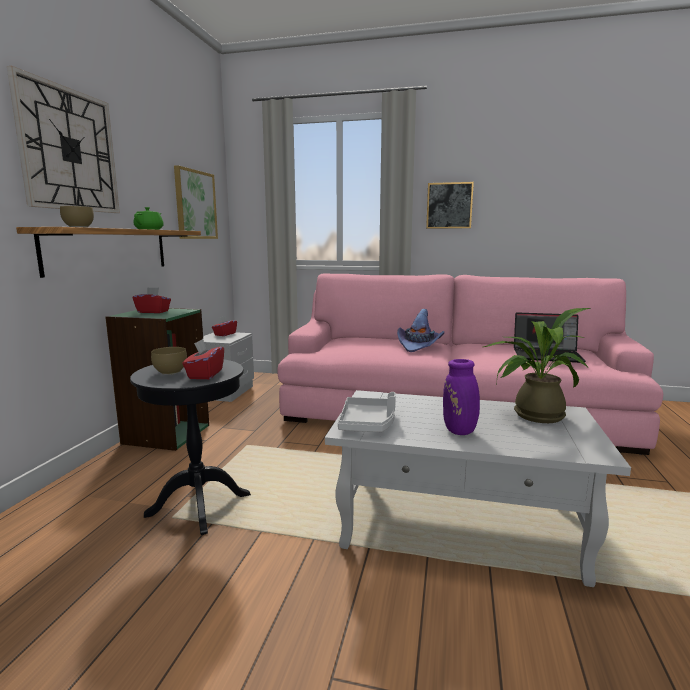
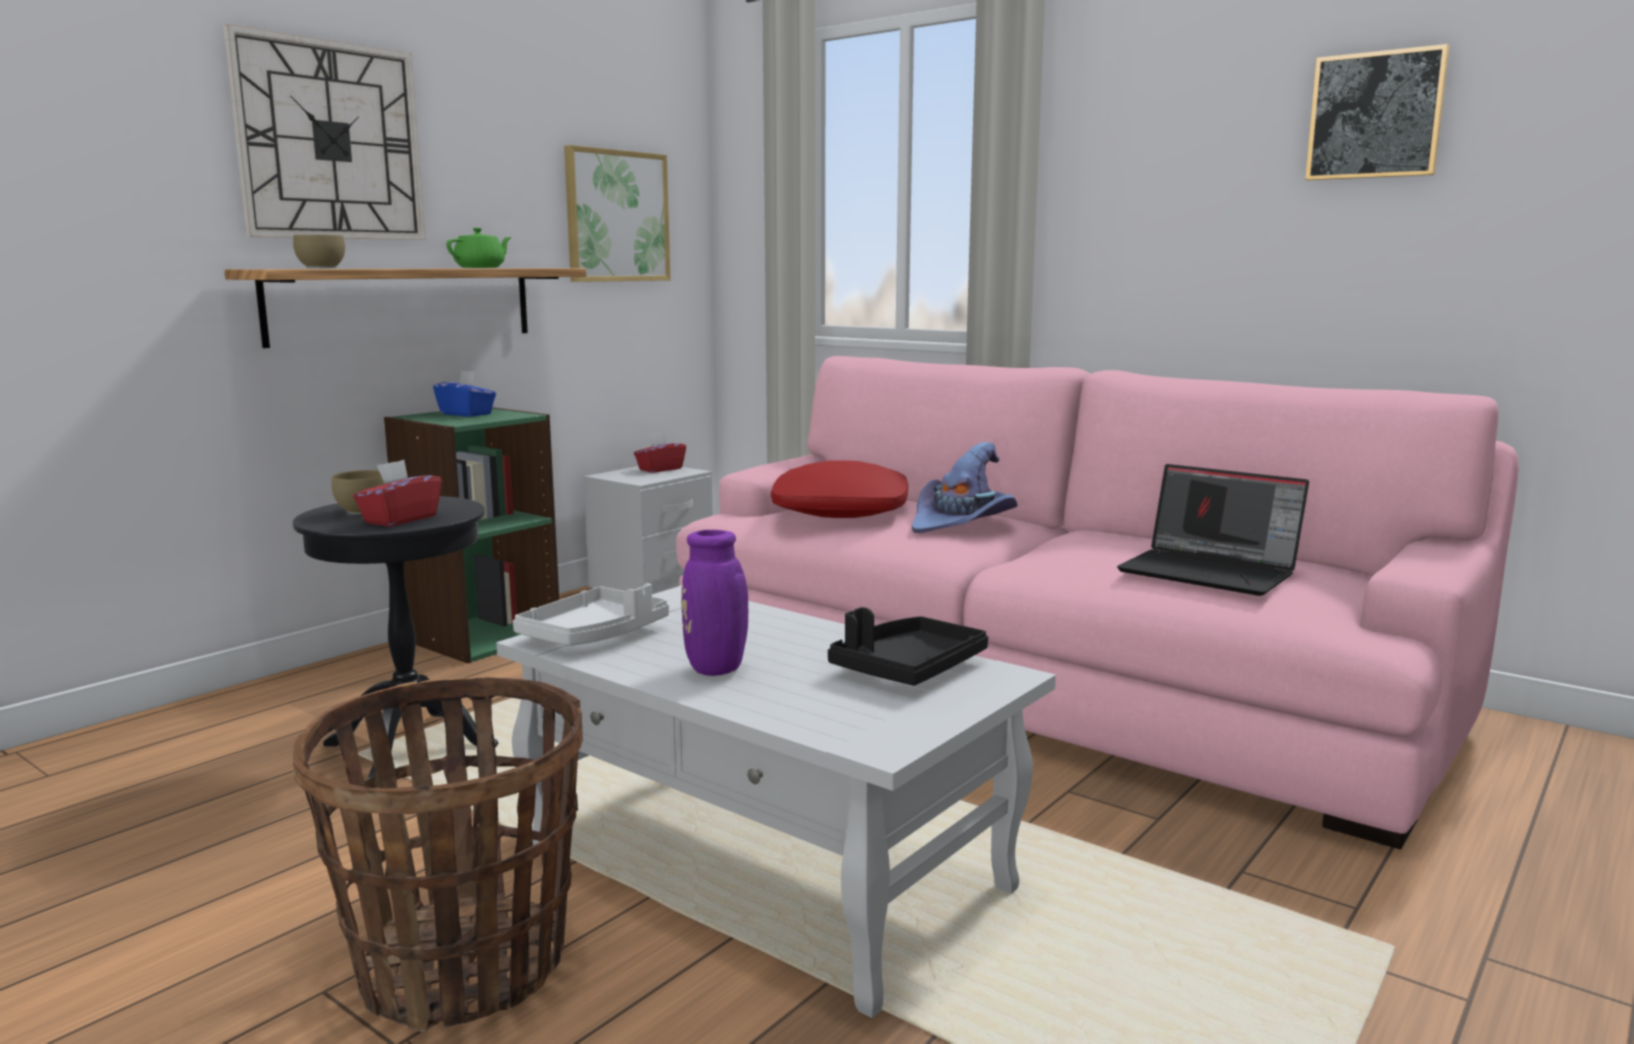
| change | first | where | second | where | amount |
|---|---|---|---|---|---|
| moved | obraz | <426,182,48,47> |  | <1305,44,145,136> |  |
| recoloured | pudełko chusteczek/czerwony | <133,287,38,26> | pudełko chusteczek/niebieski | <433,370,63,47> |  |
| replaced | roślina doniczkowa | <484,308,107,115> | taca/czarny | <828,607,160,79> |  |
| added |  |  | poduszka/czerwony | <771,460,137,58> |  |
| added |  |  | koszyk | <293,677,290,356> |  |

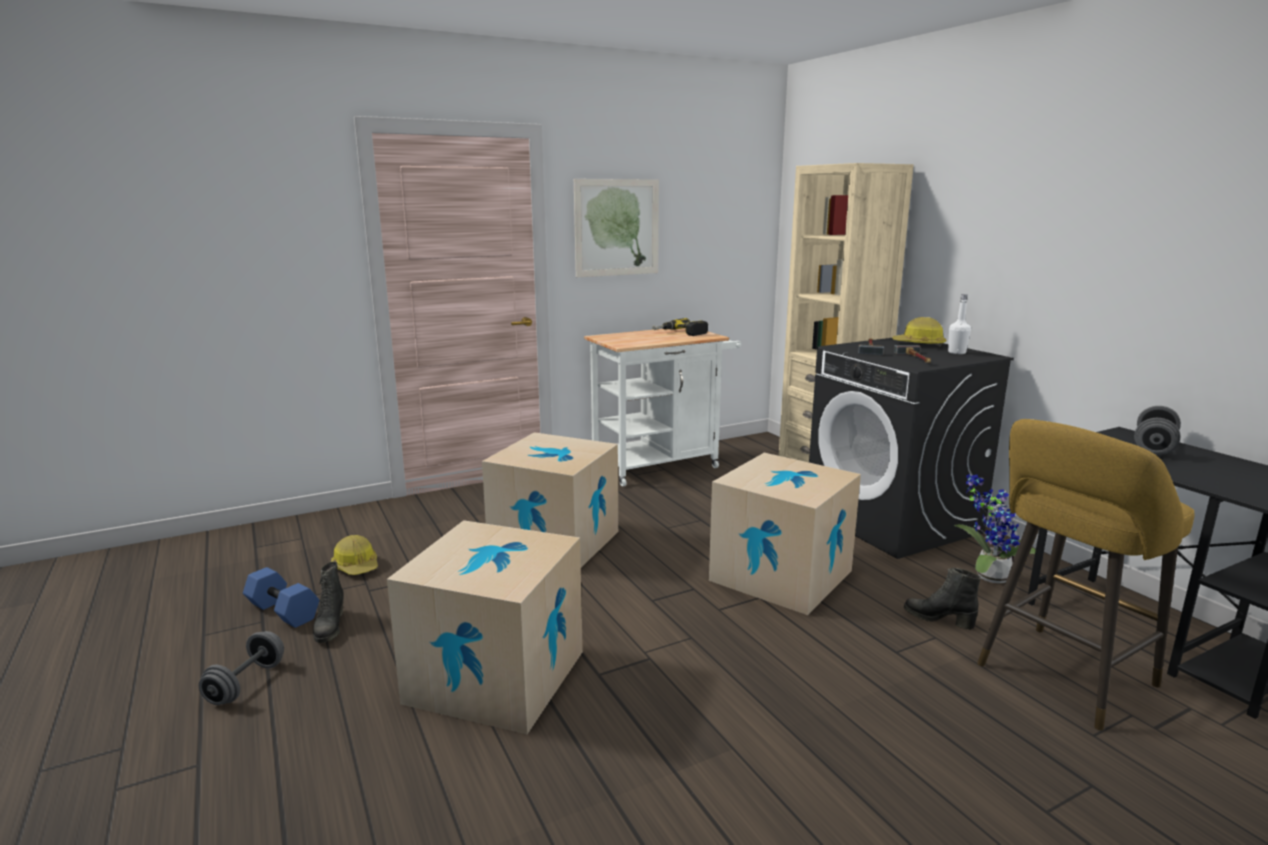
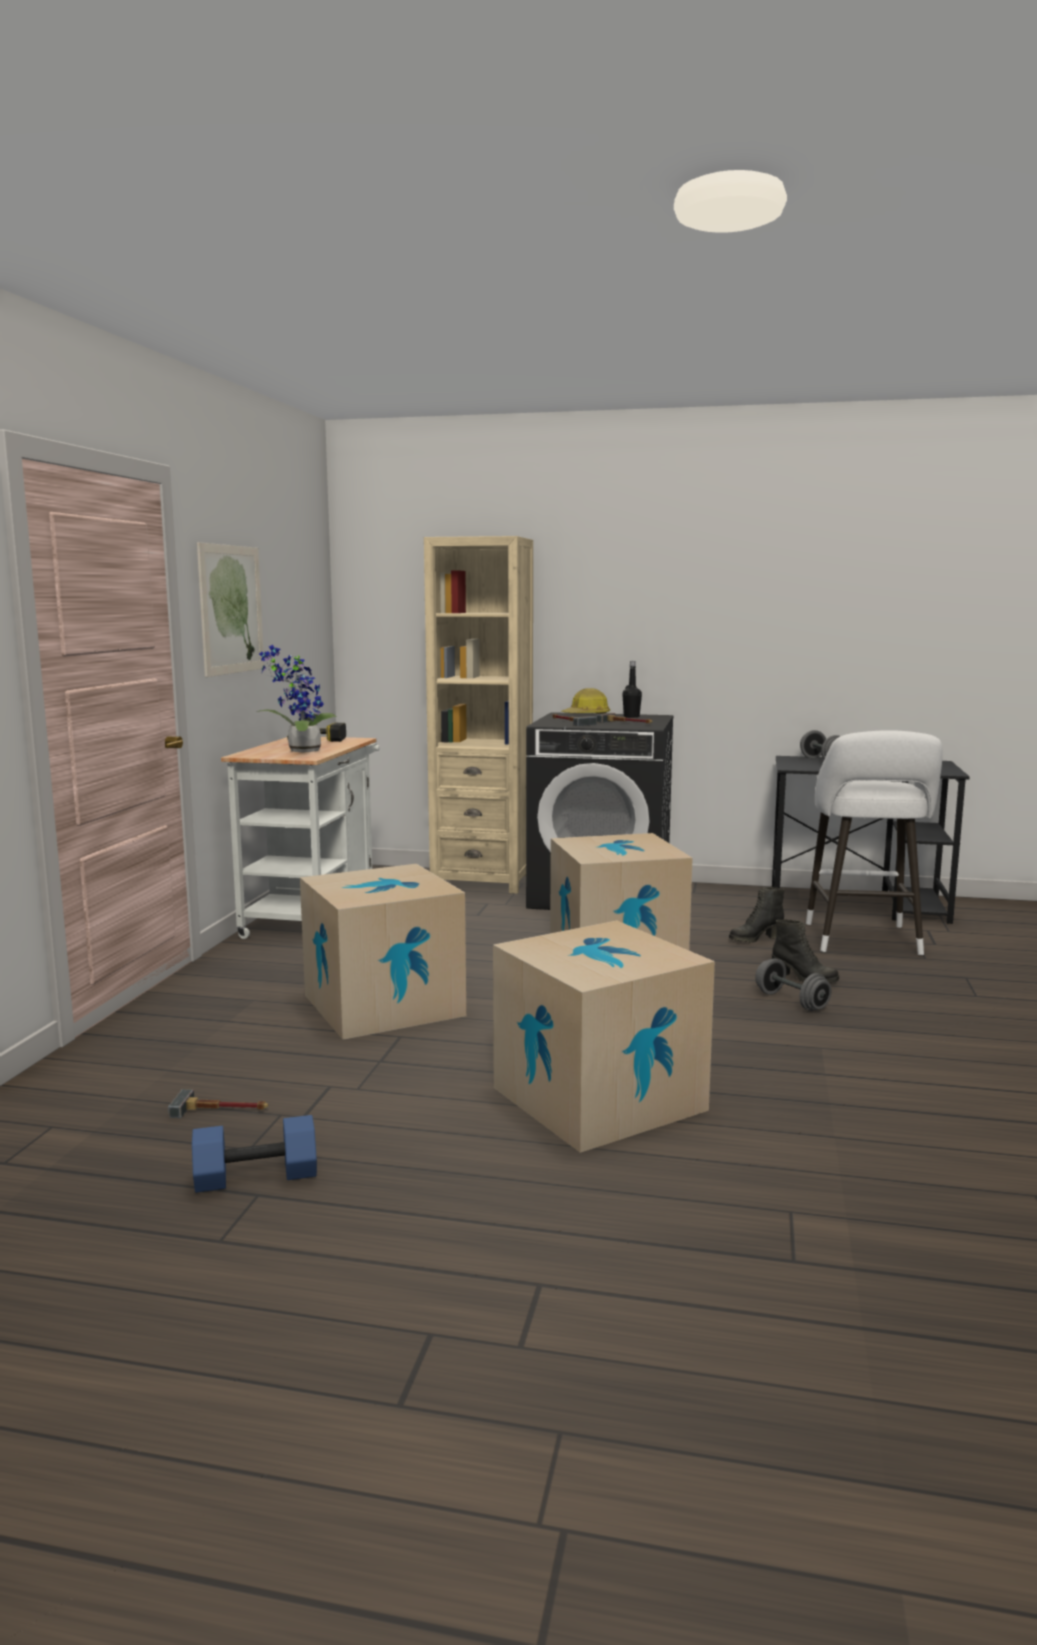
| change | first | where | second | where | amount |
|---|---|---|---|---|---|
| recoloured | butelka/biały | <948,294,23,60> | butelka/czarny | <622,661,20,57> |  |
| recoloured | stołek/żółty | <977,419,218,311> | stołek/biały | <806,730,137,225> |  |
| moved | roślina doniczkowa | <954,474,82,109> |  | <257,645,80,107> |  |
| replaced | kask | <331,535,47,40> | młotek | <168,1089,100,29> |  |
| moved | but z cholewką/czarny | <313,561,31,82> |  | <772,919,67,64> |  |
| moved | hantel/szary | <198,631,86,74> |  | <755,958,77,53> |  |

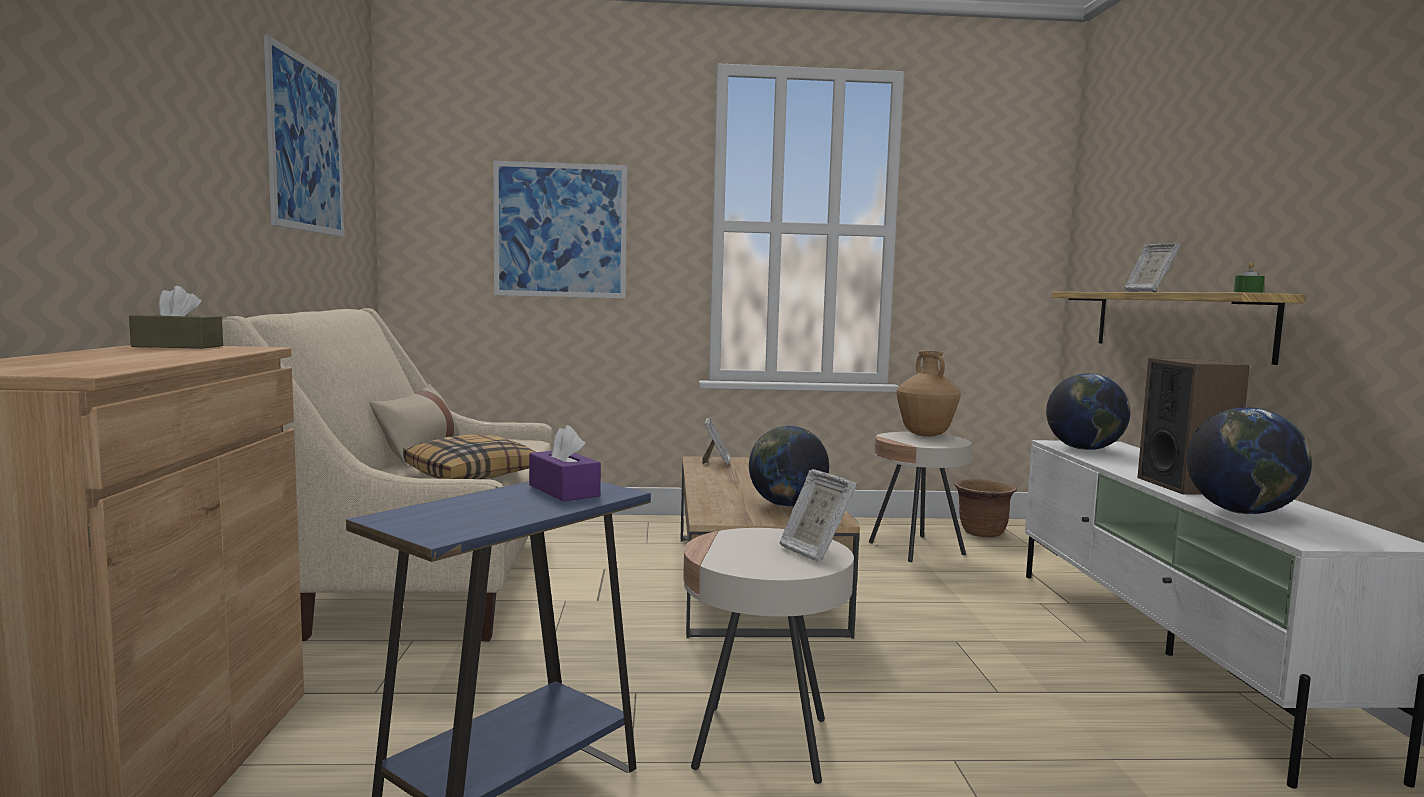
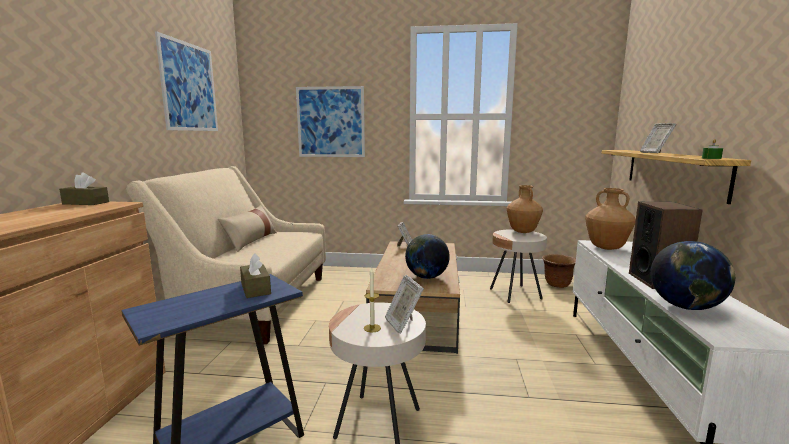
| change | first | where | second | where | amount |
|---|---|---|---|---|---|
| replaced | globus | <1046,373,84,77> | wazon/brązowy | <585,188,51,62> |  |
| recoloured | pudełko chusteczek/fioletowy | <529,425,72,76> | pudełko chusteczek/brązowy | <240,254,31,44> |  |
| removed | poduszka | <403,435,133,44> |  |  |  |
| added |  |  | świeca | <364,268,17,65> |  |

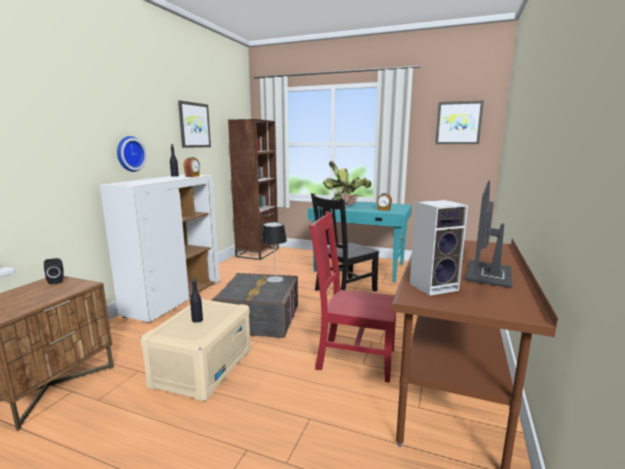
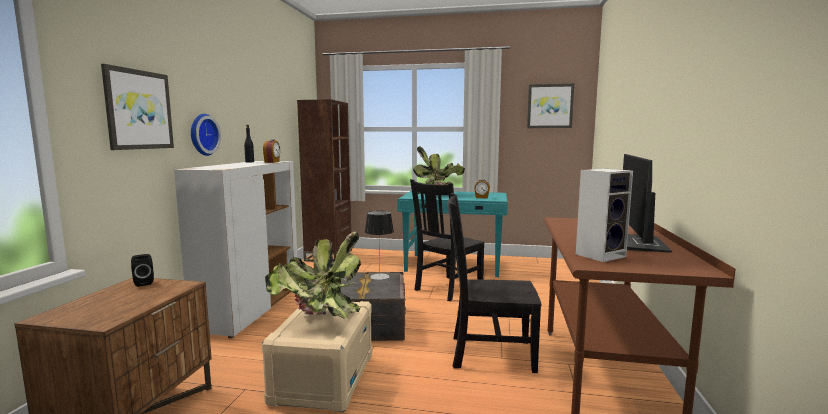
| change | first | where | second | where | amount |
|---|---|---|---|---|---|
| moved | obraz | <178,100,33,48> |  | <101,64,73,86> |  |
| recoloured | krzesło/czerwony | <309,211,87,172> | krzesło/czarny | <447,193,95,180> |  |
| replaced | butelka/czarny | <190,276,13,47> | roślina doniczkowa | <265,232,96,87> |  |

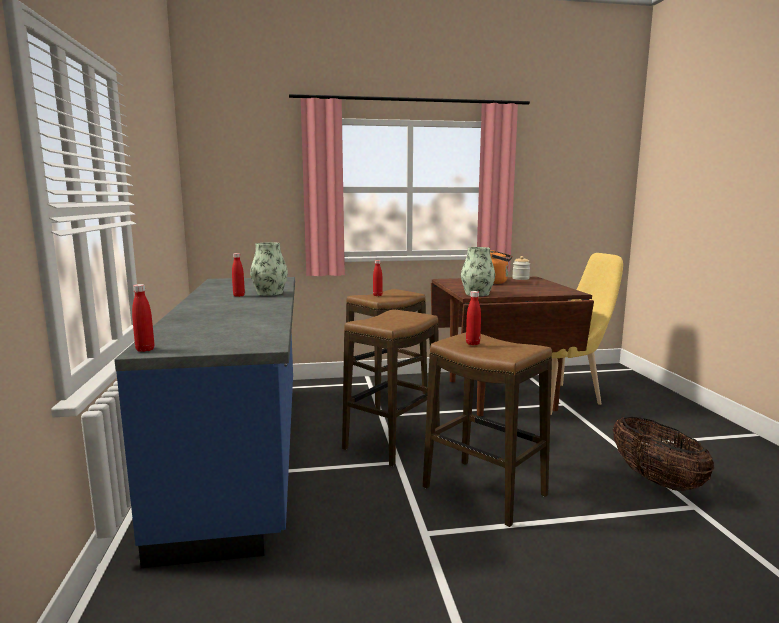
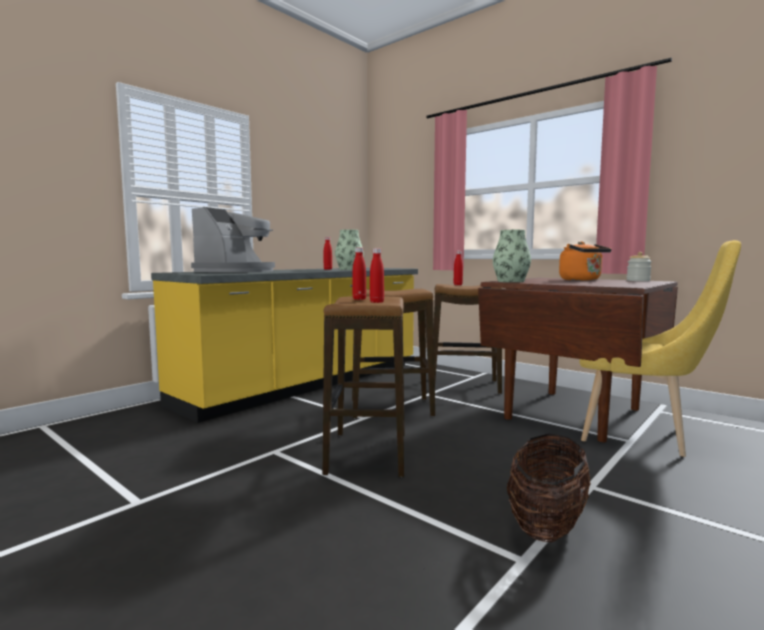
| change | first | where | second | where | amount |
|---|---|---|---|---|---|
| recoloured | zabudowa kuchenna/niebieski | <114,277,181,291> | zabudowa kuchenna/żółty | <151,268,267,155> |  |
| moved | butelka/czerwony | <132,284,22,68> |  | <370,248,14,55> |  |
| added |  |  | ekspres do kawy | <191,207,84,65> |  |

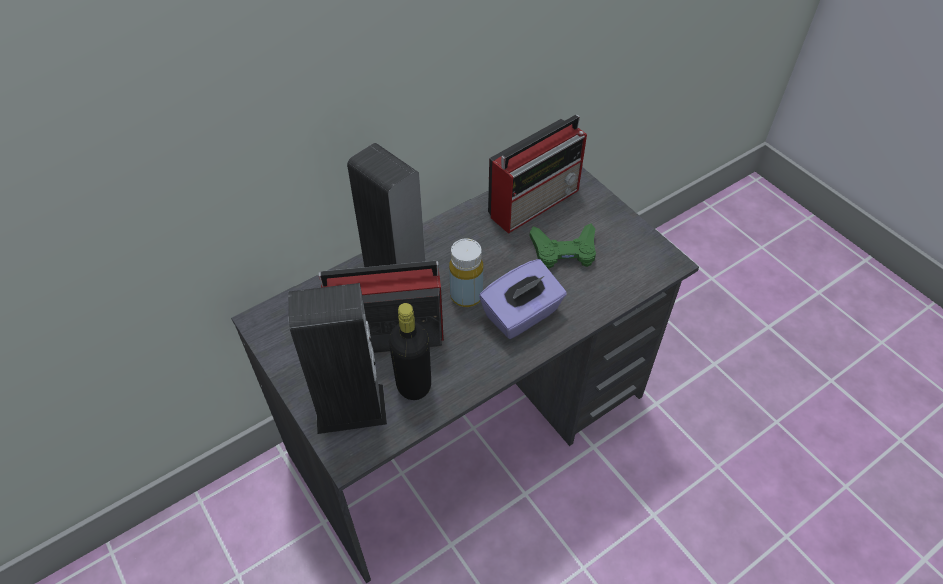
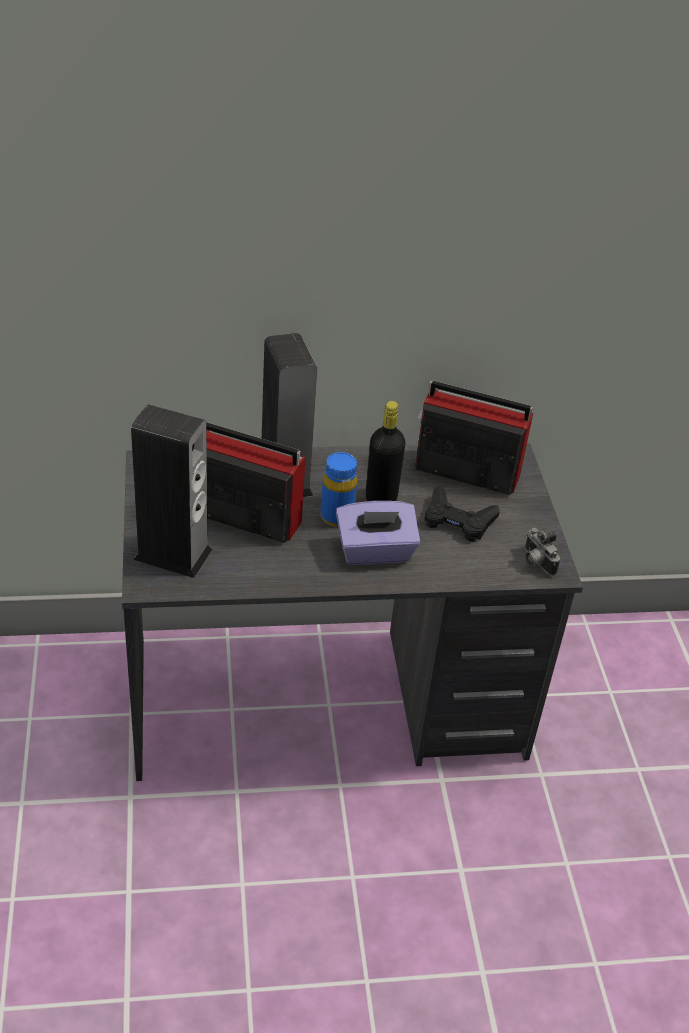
| change | first | where | second | where | amount |
|---|---|---|---|---|---|
| turned | radio | <488,115,99,119> |  | <415,381,118,115> | 150 degrees counterclockwise |
| recoloured | pad do gier/zielony | <530,223,66,46> | pad do gier/czarny | <424,485,75,57> |  |
| recoloured | butelka/żółty | <449,238,34,69> | butelka/niebieski | <321,452,36,75> |  |
| moved | butelka/czarny | <389,303,42,97> |  | <366,401,40,100> |  |
| added |  |  | aparat fotograficzny | <525,528,35,48> |  |

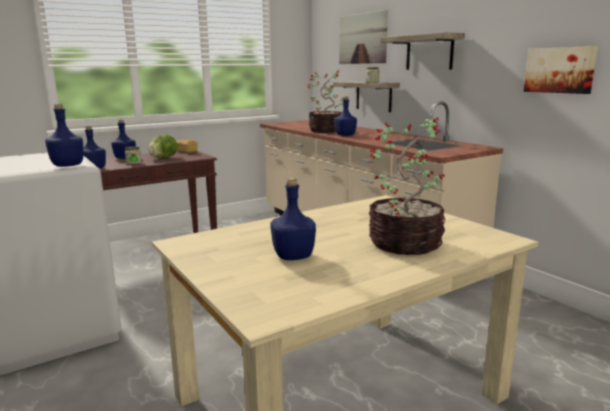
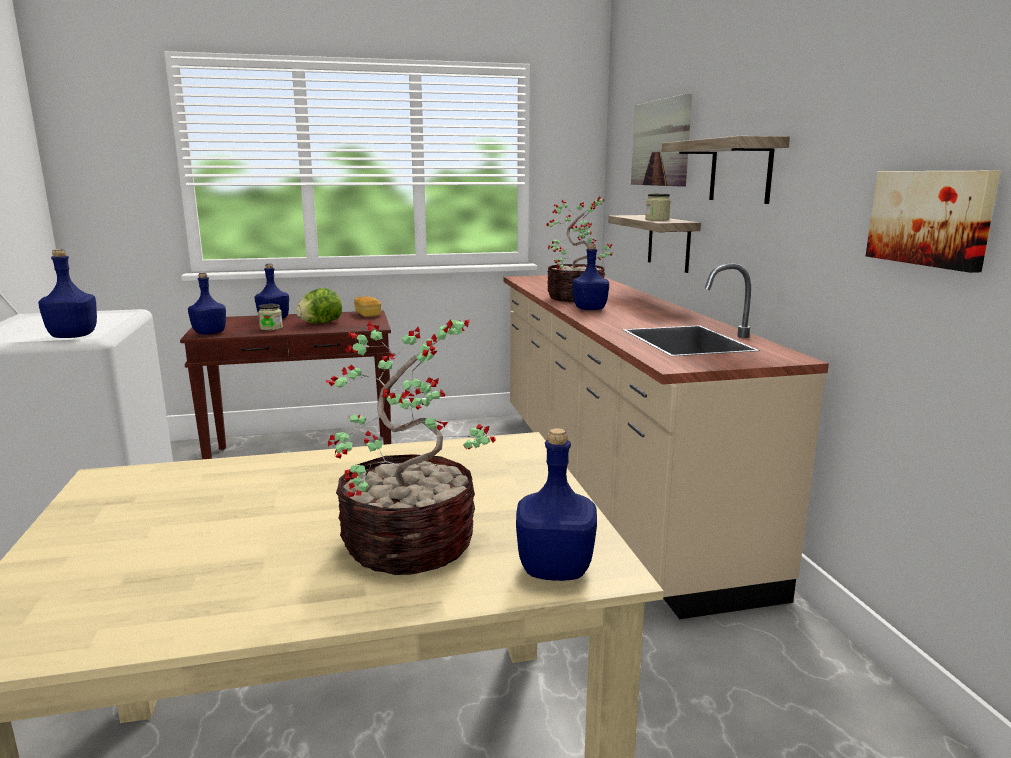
| change | first | where | second | where | amount |
|---|---|---|---|---|---|
| moved | butelka/niebieski | <271,178,45,82> |  | <516,428,81,153> |  |

